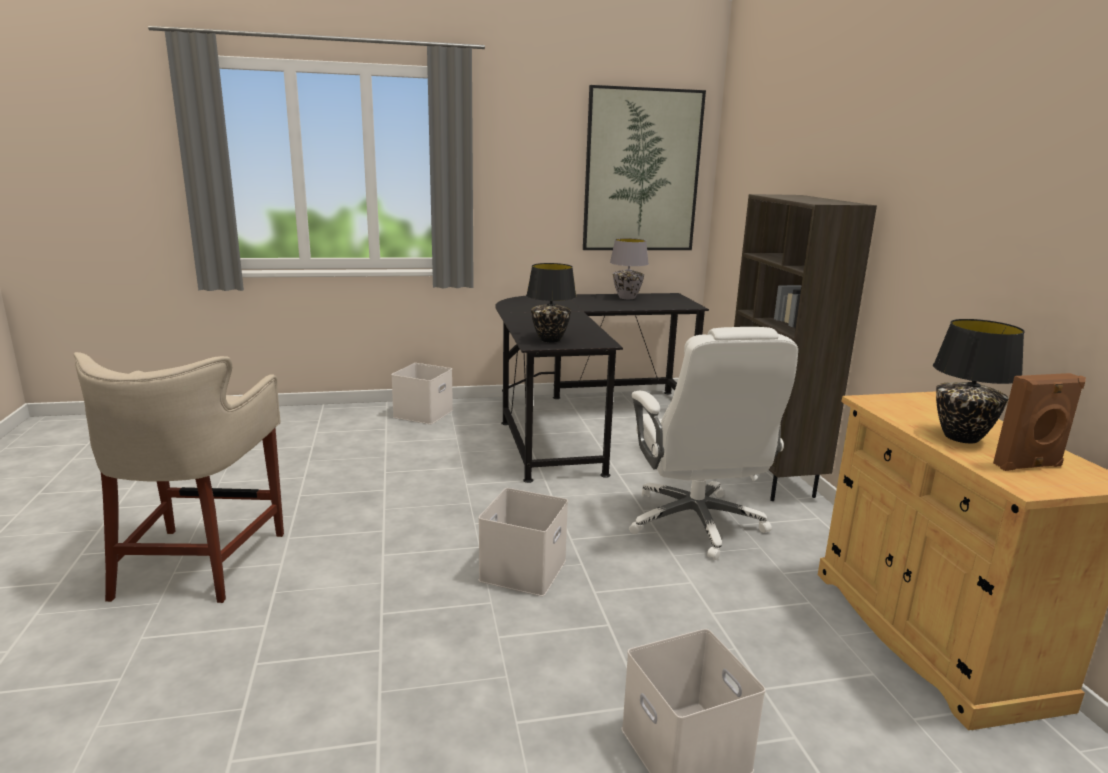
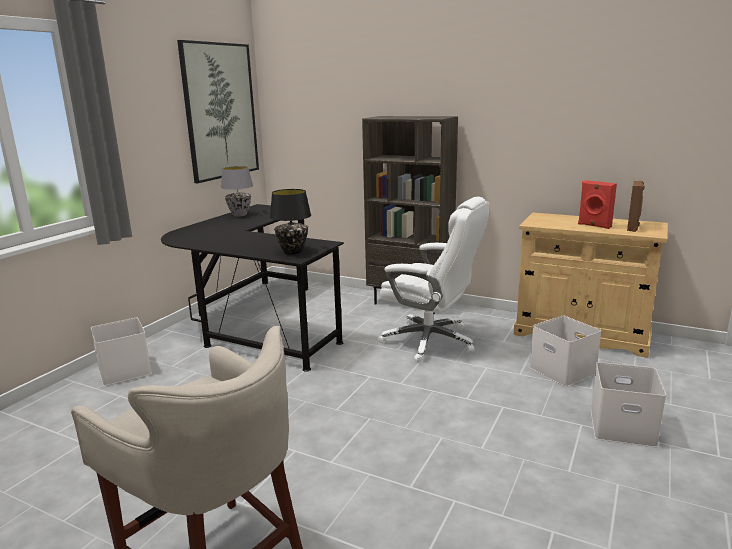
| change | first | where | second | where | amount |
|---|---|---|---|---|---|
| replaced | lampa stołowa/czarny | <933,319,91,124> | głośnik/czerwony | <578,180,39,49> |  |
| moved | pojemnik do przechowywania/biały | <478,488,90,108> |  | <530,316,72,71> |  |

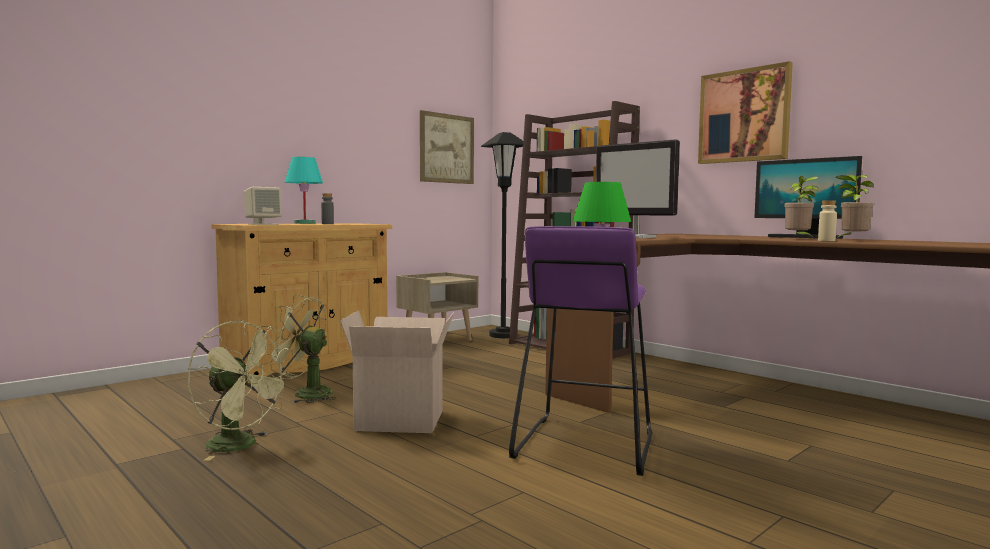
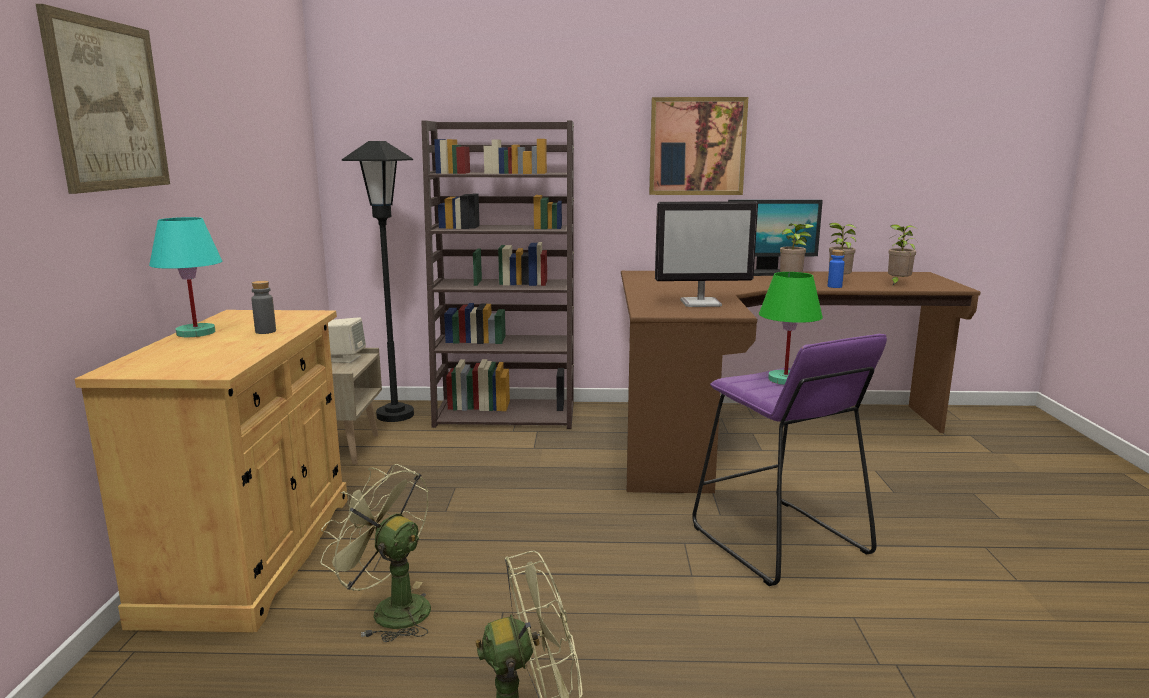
| change | first | where | second | where | amount |
|---|---|---|---|---|---|
| moved | obraz | <420,110,54,74> |  | <36,4,134,190> |  |
| moved | głośnik/beżowy | <244,187,38,38> |  | <328,317,38,46> |  |
| recoloured | butelka/beżowy | <818,200,19,41> | butelka/niebieski | <828,250,17,38> |  |
| turned | wentylator/zielony | <266,295,70,108> |  | <320,464,111,178> | 60 degrees clockwise |
| removed | karton | <340,310,114,123> |  |  |  |
| added |  |  | roślina doniczkowa | <888,224,30,61> |  |

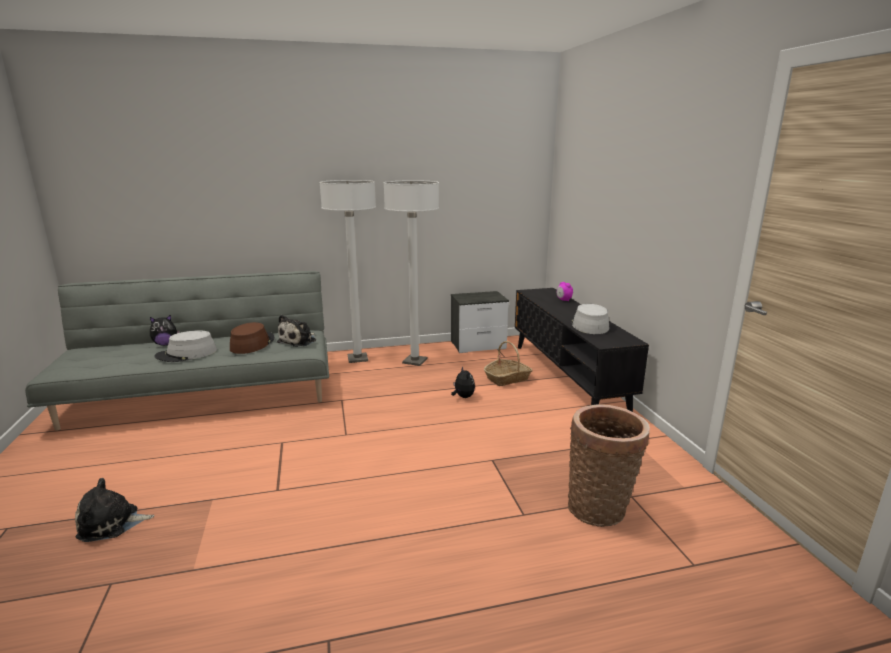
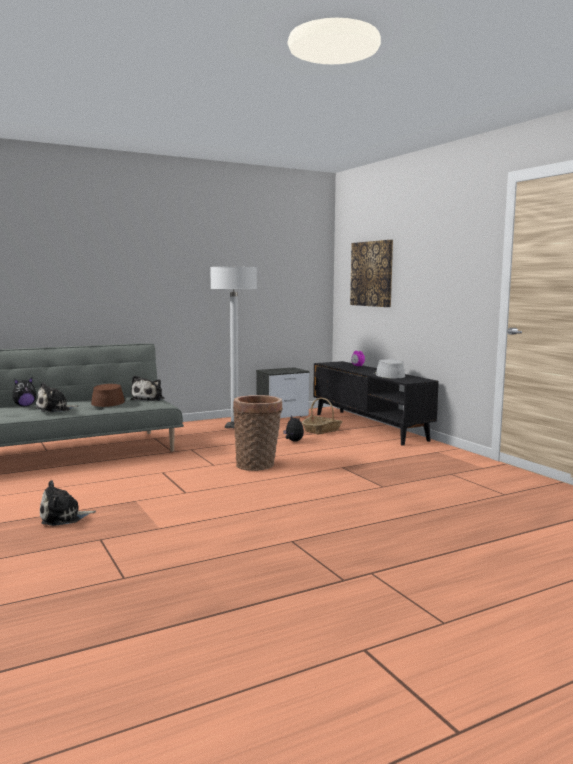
| change | first | where | second | where | amount |
|---|---|---|---|---|---|
| removed | lampa stojąca/biały | <319,180,57,183> |  |  |  |
| replaced | kapelusz/szary | <154,331,63,31> | pluszak | <35,382,43,31> |  |
| moved | koszyk | <568,404,82,123> |  | <233,395,50,76> |  |
| added |  |  | obraz | <350,240,43,67> |  |

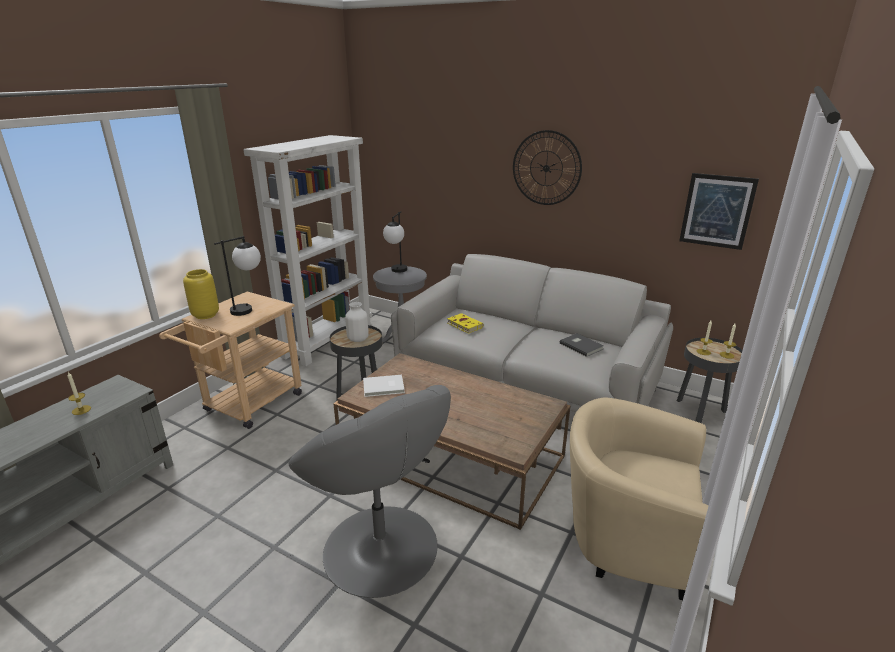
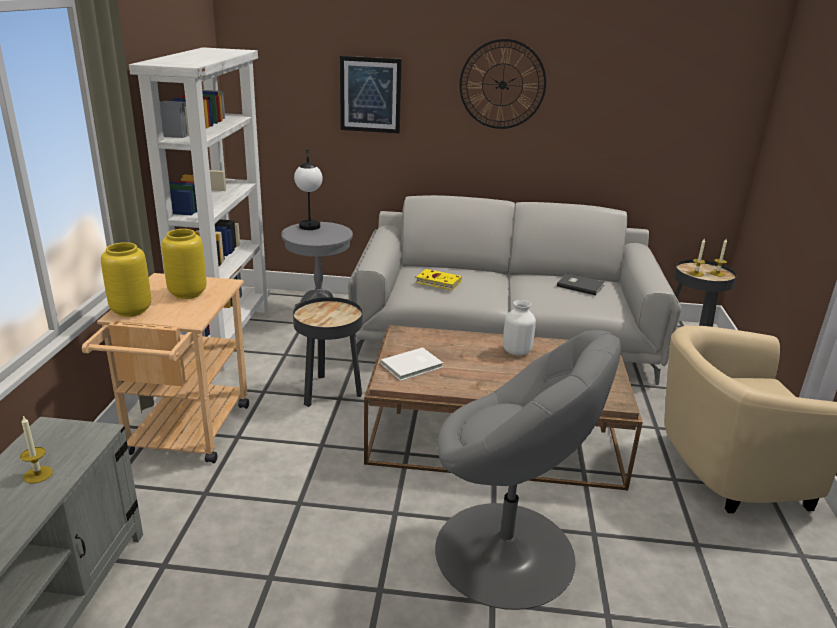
| change | first | where | second | where | amount |
|---|---|---|---|---|---|
| moved | obraz | <679,173,80,77> |  | <340,56,62,77> |  |
| replaced | lampa stołowa | <214,236,47,80> | wazon/żółty | <162,229,45,70> |  |
| moved | wazon/biały | <345,302,24,40> |  | <503,300,33,56> |  |

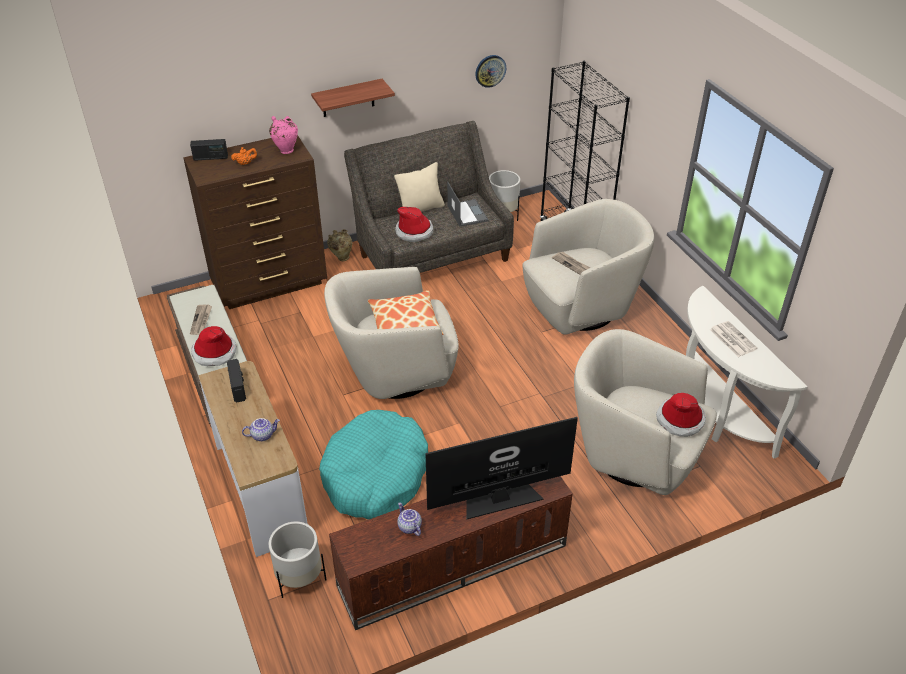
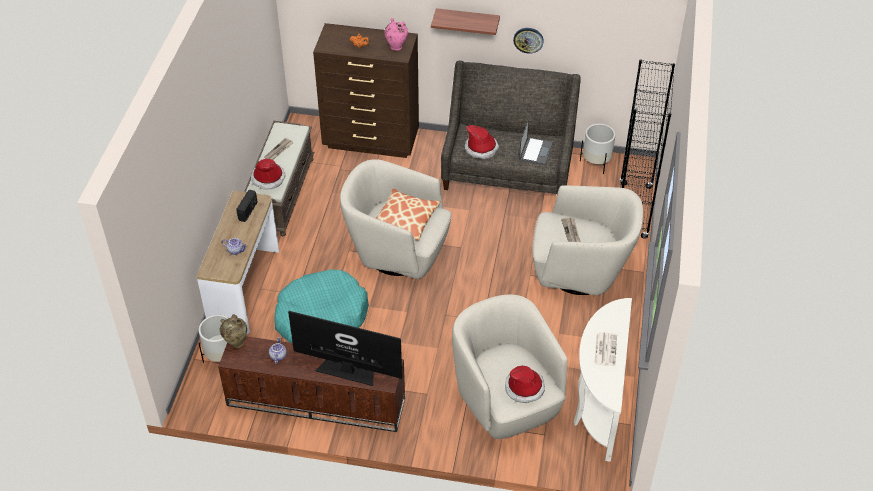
| change | first | where | second | where | amount |
|---|---|---|---|---|---|
| moved | zegar ścienny | <475,55,31,33> |  | <513,28,31,26> |  |
| removed | radio | <190,139,38,22> |  |  |  |
| removed | poduszka/beżowy | <394,162,51,50> |  |  |  |
| moved | wazon/beżowy | <327,229,25,32> |  | <220,314,27,34> |  |

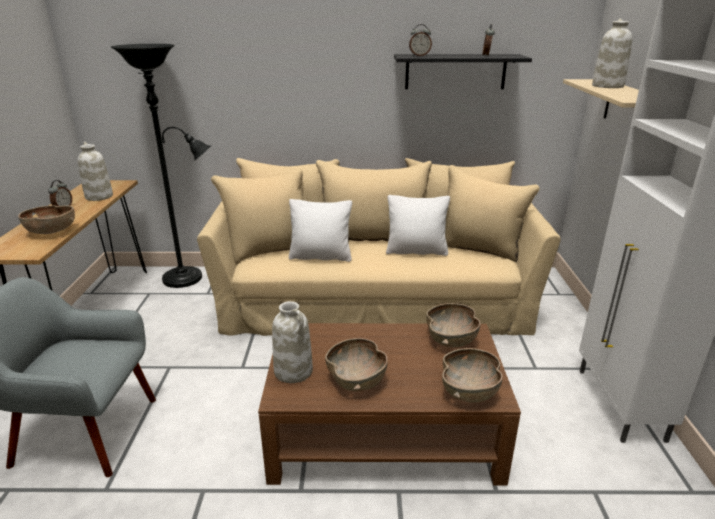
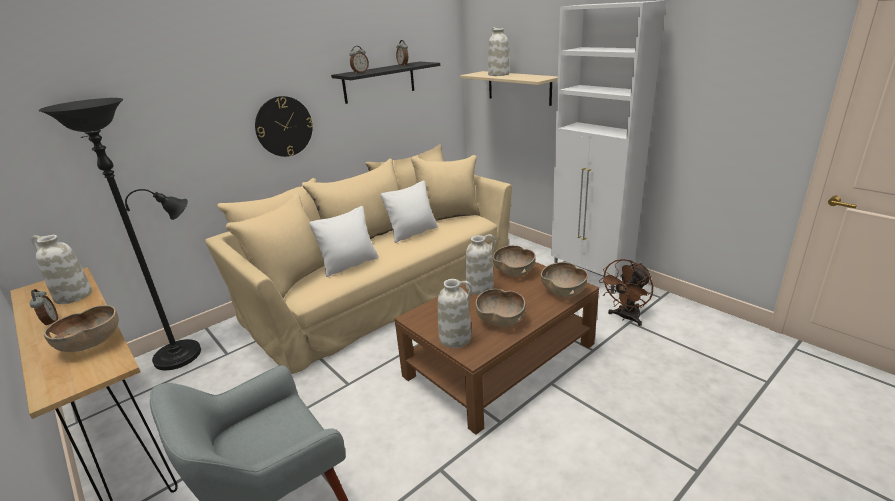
| change | first | where | second | where | amount |
|---|---|---|---|---|---|
| added |  |  | zegar ścienny | <255,96,58,61> |  |
| added |  |  | wazon/biały | <466,234,29,61> |  |
| added |  |  | wentylator/brązowy | <598,259,55,67> |  |

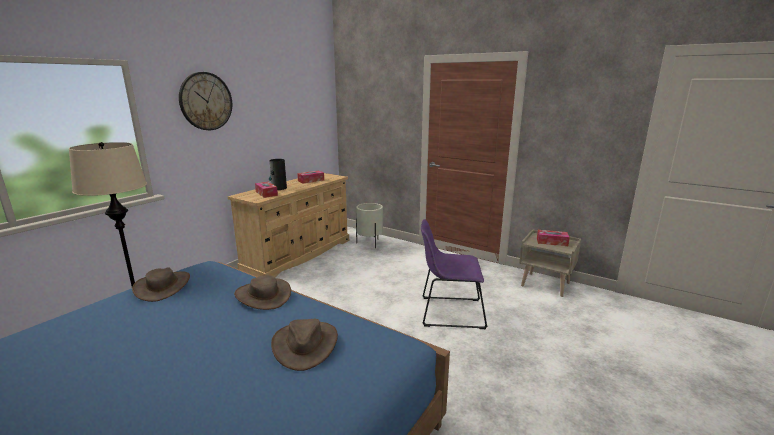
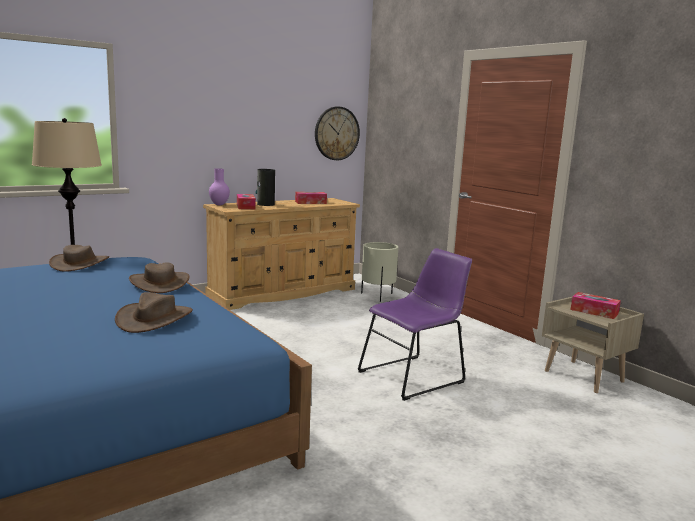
| change | first | where | second | where | amount |
|---|---|---|---|---|---|
| moved | zegar ścienny | <179,72,53,58> |  | <315,107,45,53> |  |
| turned | krzesło/fioletowy | <421,219,66,110> |  | <358,248,114,153> | 120 degrees clockwise |
| added |  |  | wazon/fioletowy | <209,168,21,37> |  |

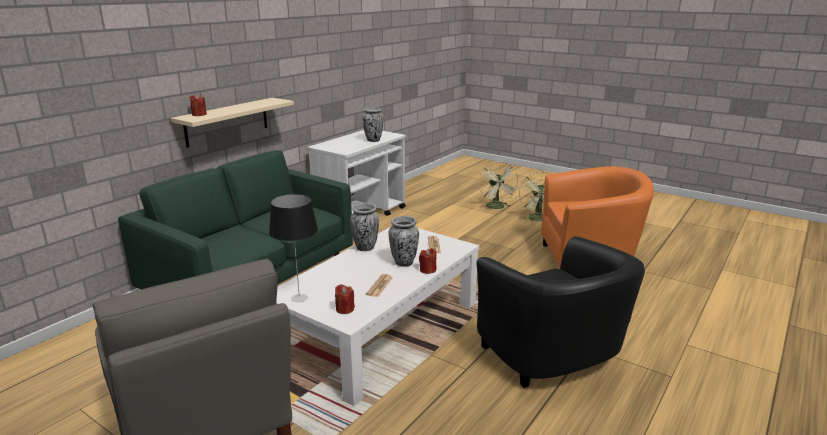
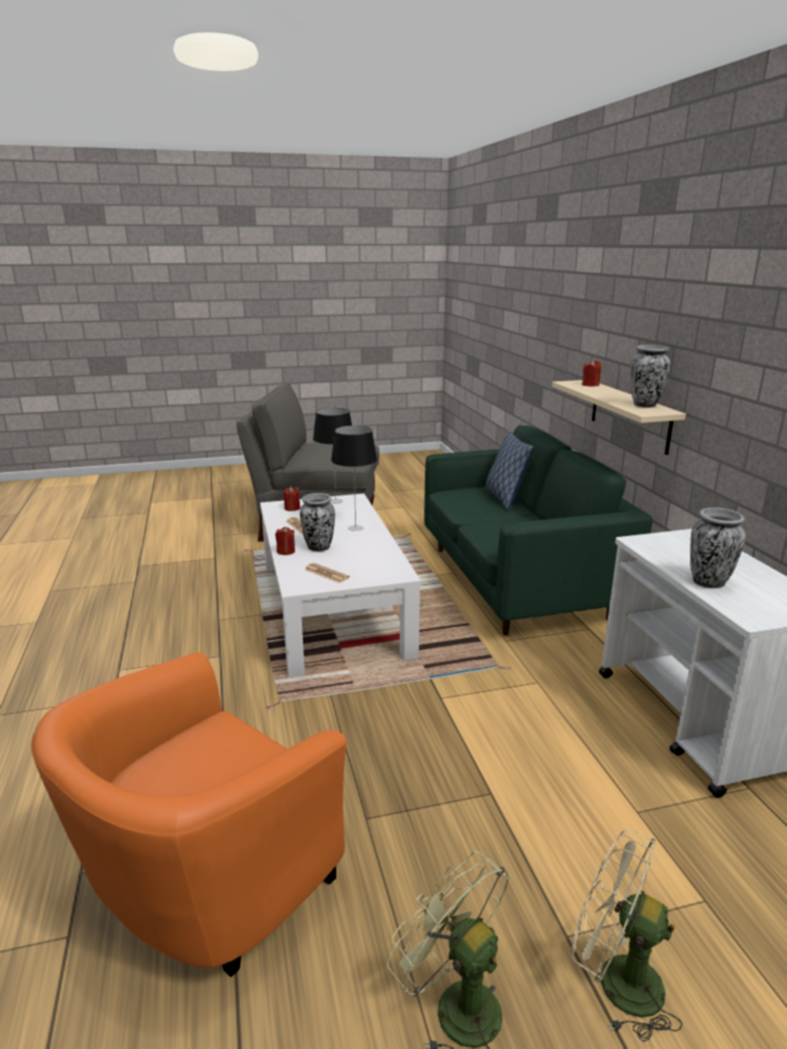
| change | first | where | second | where | amount |
|---|---|---|---|---|---|
| moved | wazon | <350,203,29,48> |  | <630,345,40,63> |  |
| removed | fotel/czarny | <476,236,169,152> |  |  |  |
| added |  |  | lampa stołowa | <331,425,46,106> |  |
| added |  |  | poduszka | <485,430,49,80> |  |

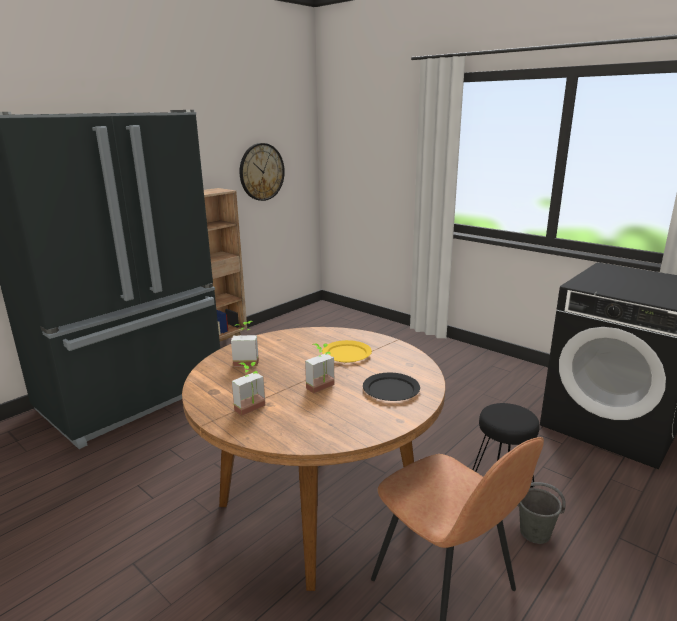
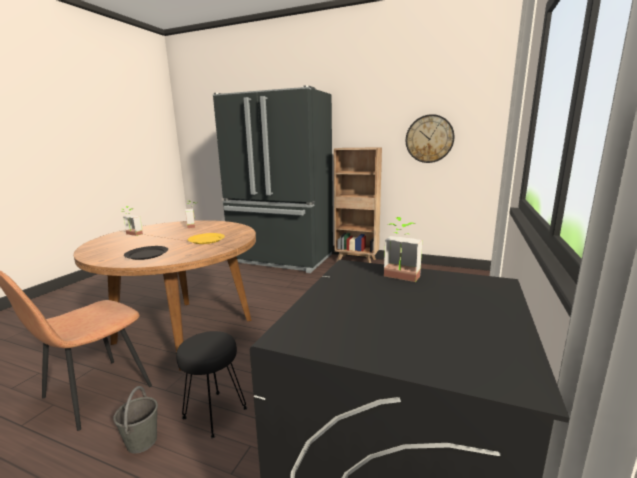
| change | first | where | second | where | amount |
|---|---|---|---|---|---|
| moved | roślina doniczkowa | <305,344,30,49> |  | <384,217,38,65> |  |

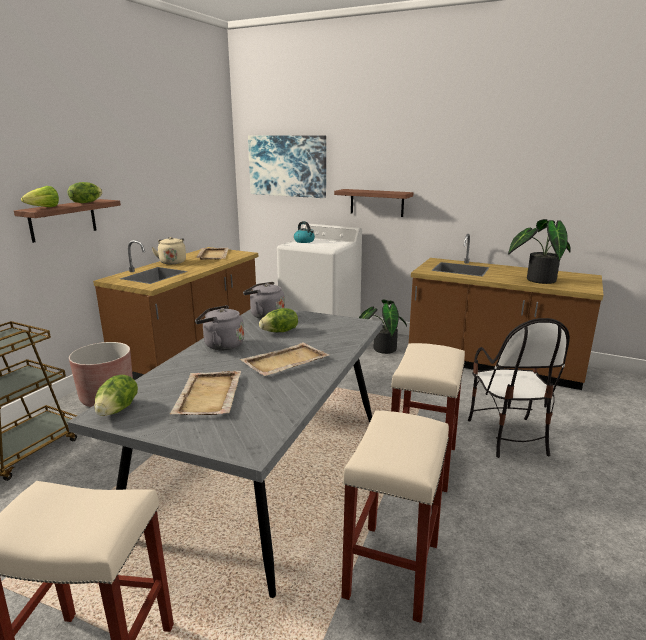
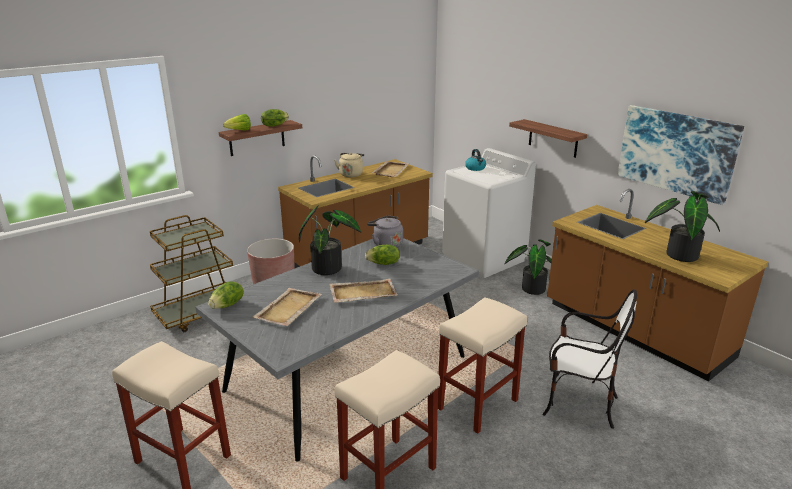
| change | first | where | second | where | amount |
|---|---|---|---|---|---|
| moved | obraz | <248,135,78,63> |  | <617,105,127,100> |  |
| replaced | czajnik/szary | <195,305,49,45> | roślina doniczkowa | <299,206,62,69> |  |
| turned | krzesło | <468,318,102,140> |  | <542,289,95,140> | 90 degrees counterclockwise |

